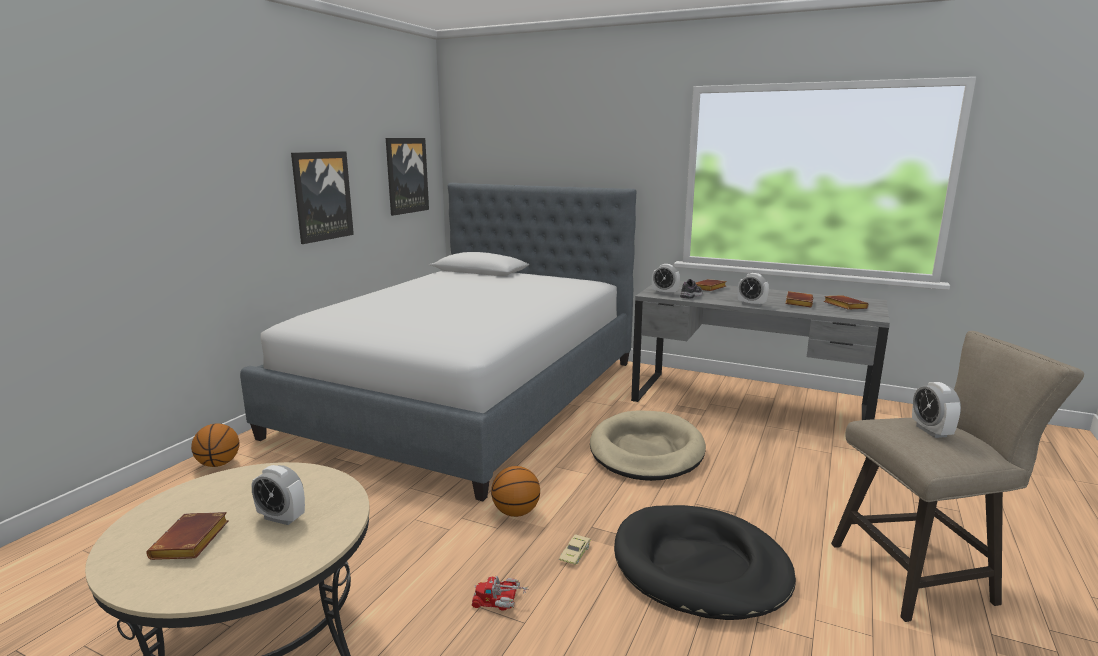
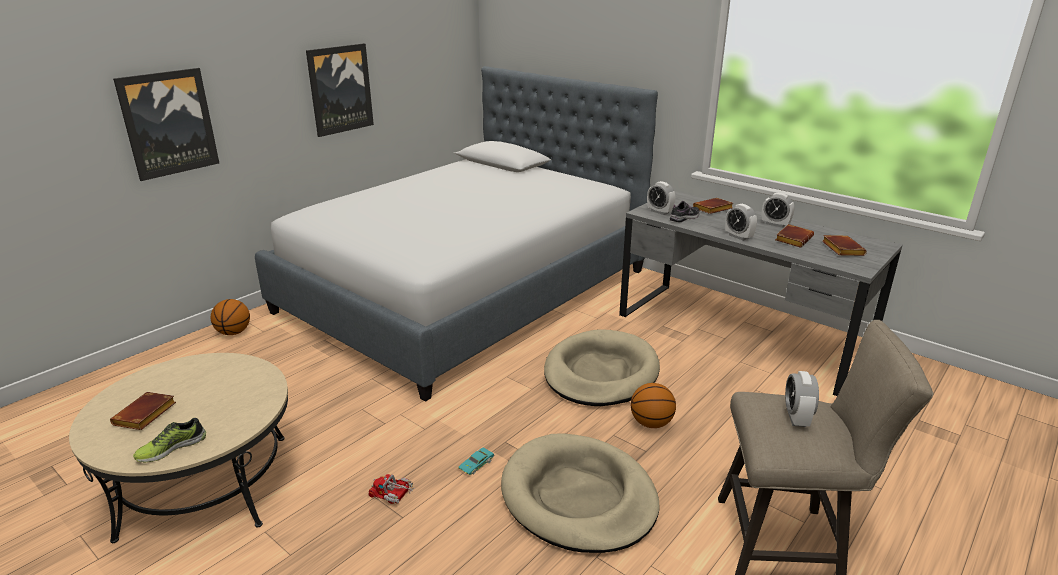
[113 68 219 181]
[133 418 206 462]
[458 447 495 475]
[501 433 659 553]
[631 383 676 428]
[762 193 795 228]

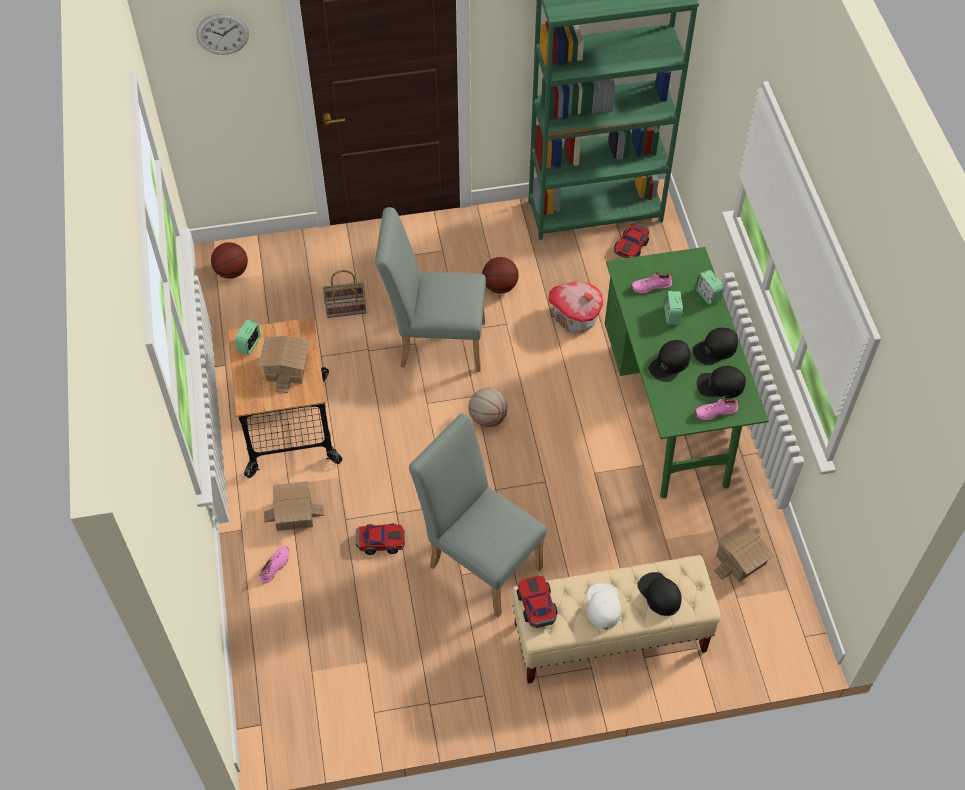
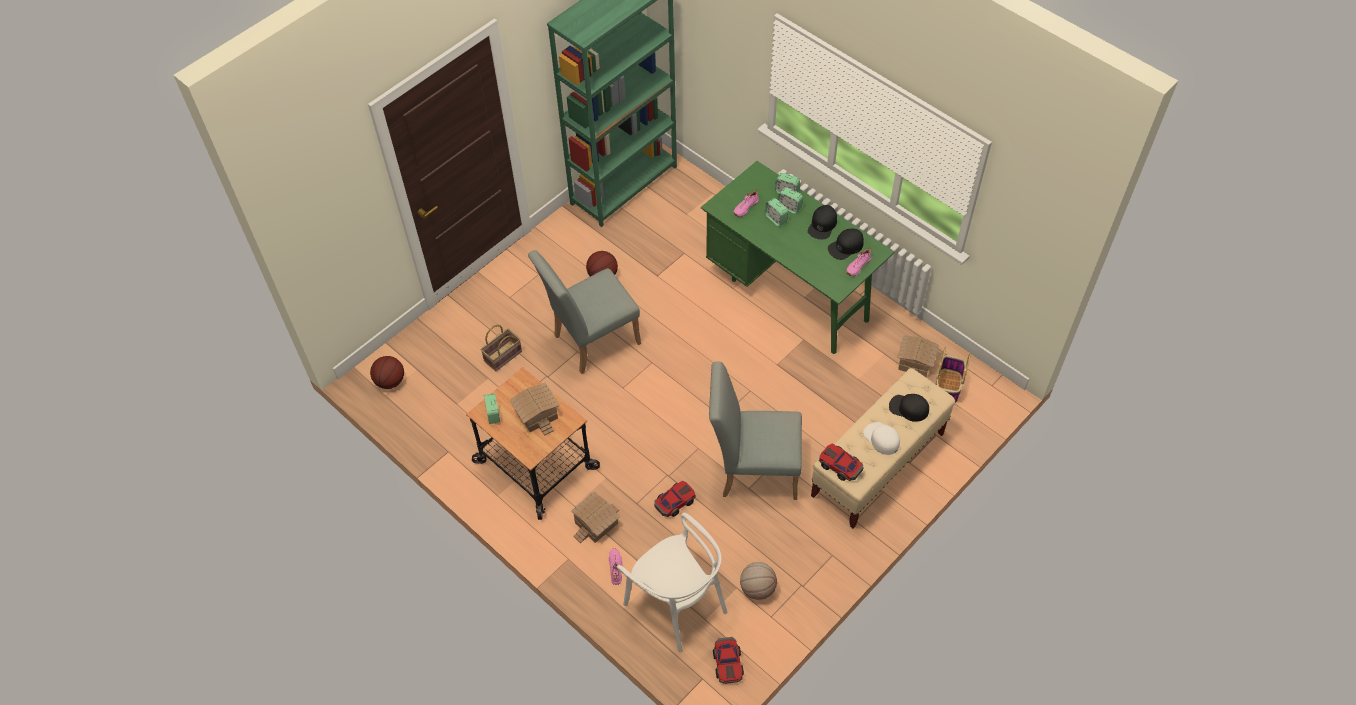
[617 513 727 653]
[713 637 744 684]
[740 562 777 600]
[778 187 803 214]
[936 346 971 403]
[196 13 249 55] (first image)
[548 281 603 333] (first image)
[649 340 690 382] (first image)

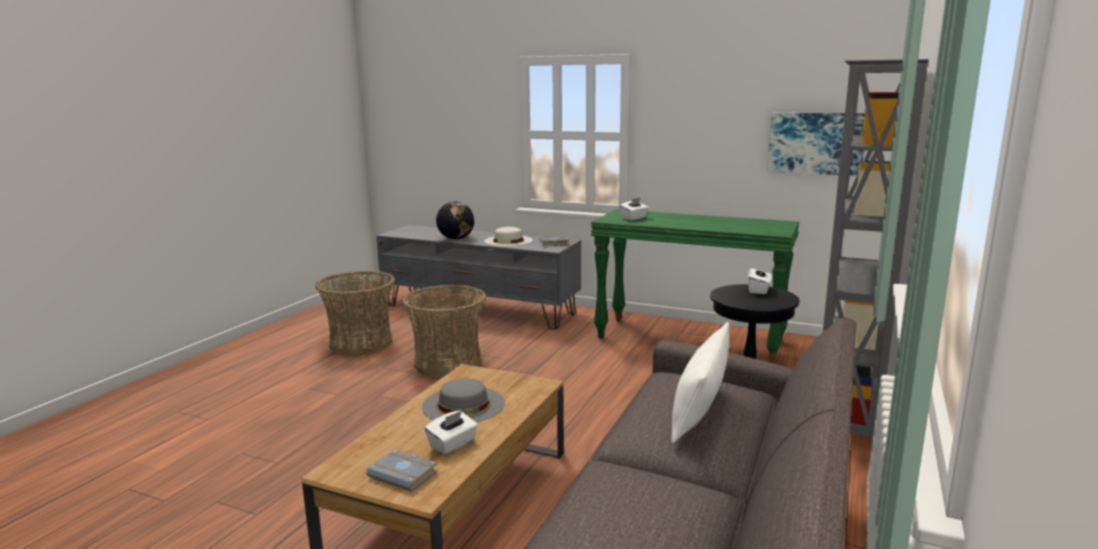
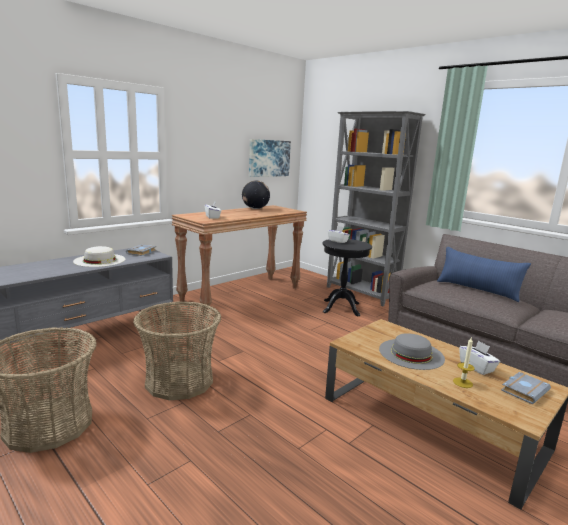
[172 205 307 314]
[242 180 270 209]
[437 247 531 302]
[453 338 475 388]

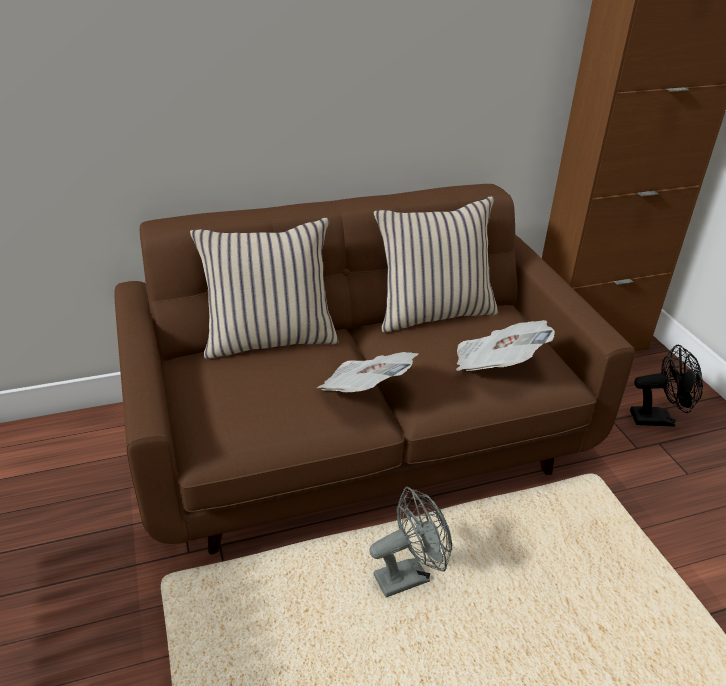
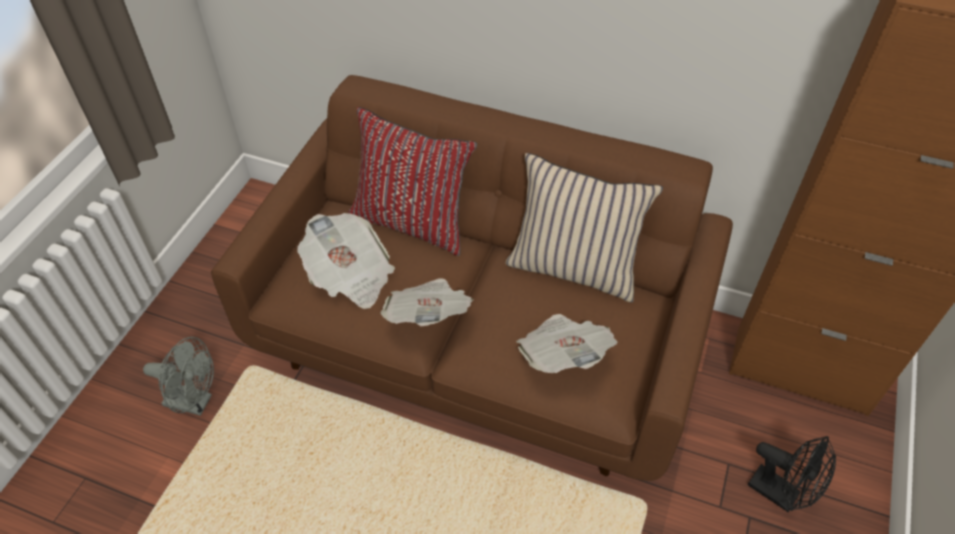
[143 337 214 416]
[297 213 395 309]
[348 107 477 256]

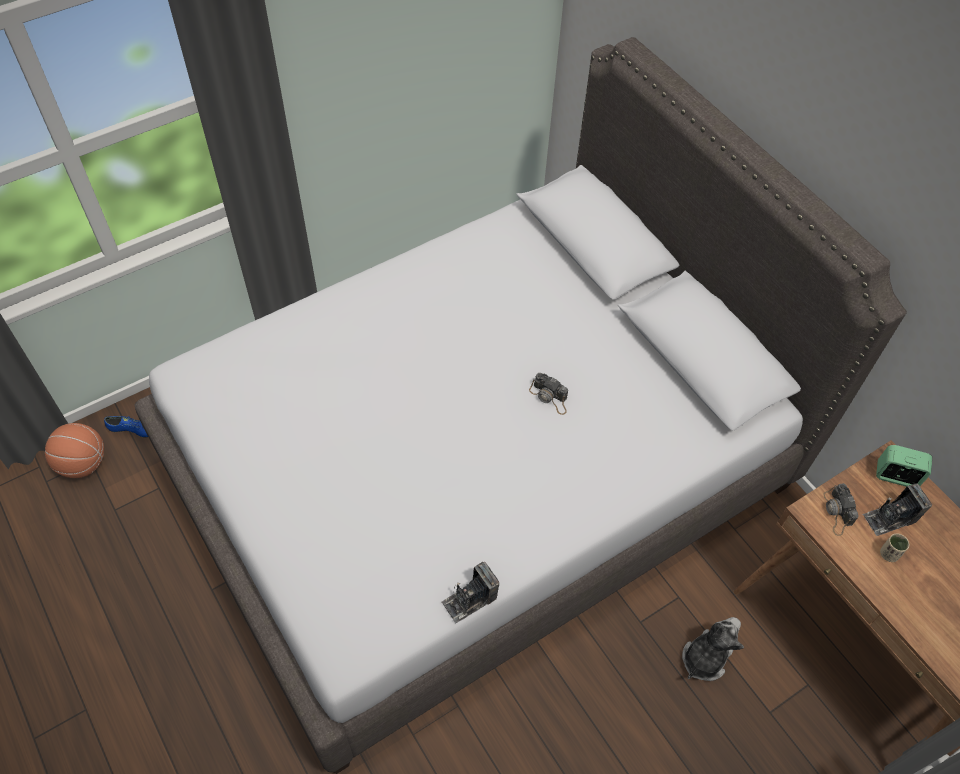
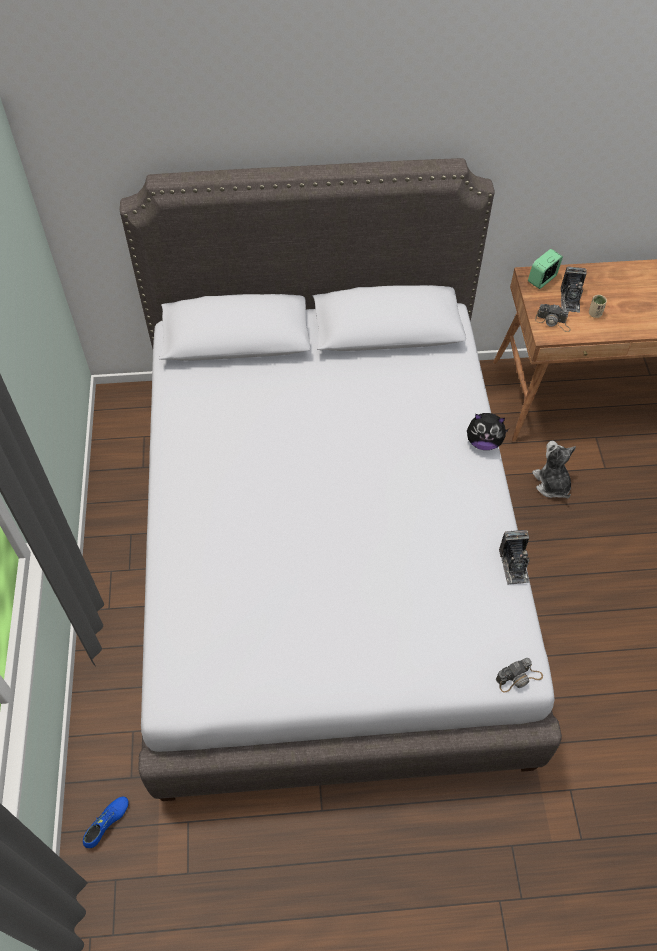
[467 413 509 450]
[496 658 543 692]
[45 423 104 478] (first image)

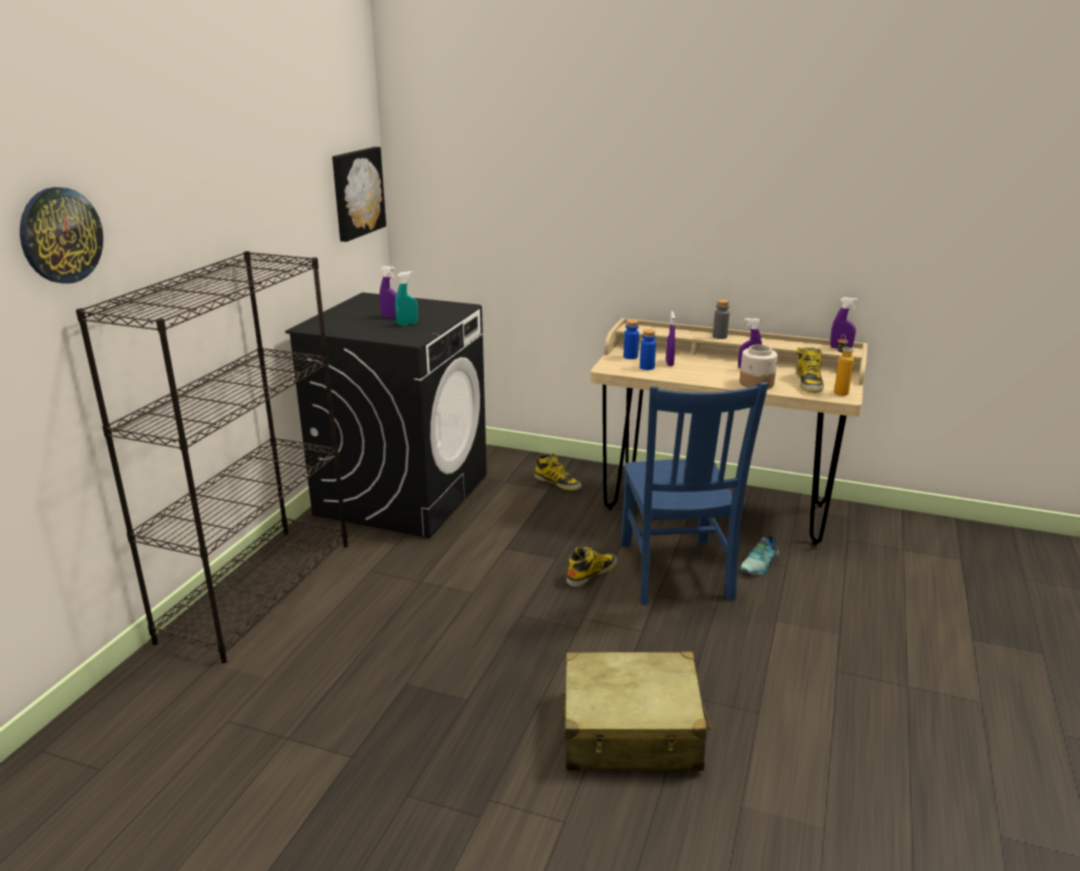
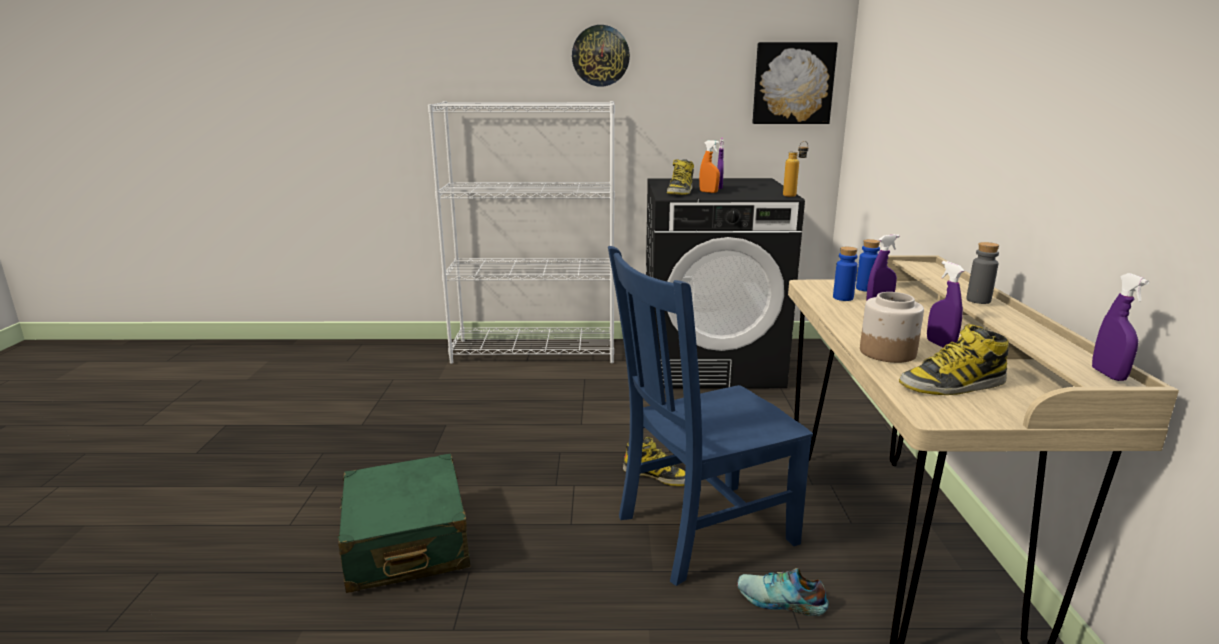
[337 454 470 593]
[428 101 615 364]
[572 25 630 86]
[667 159 694 195]
[699 140 720 193]
[783 141 808 197]

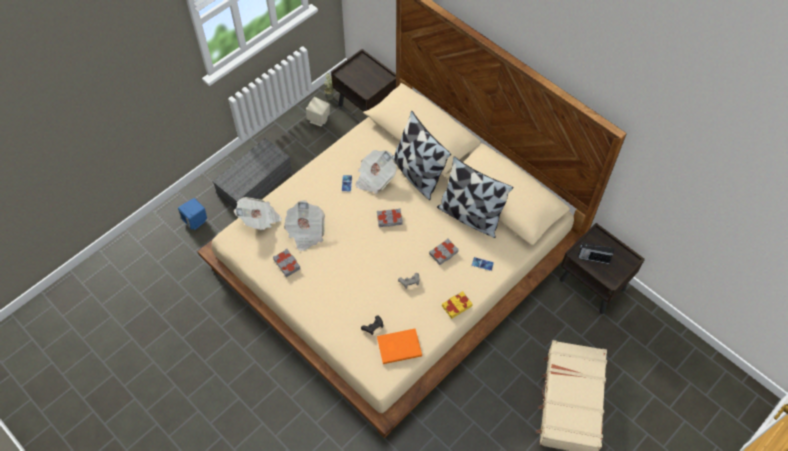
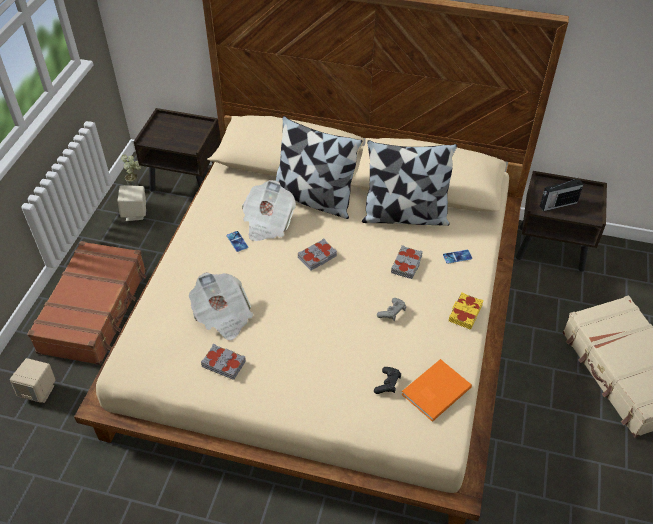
[10 358 55 403]
[27 241 146 365]
[234 197 282 230] (first image)

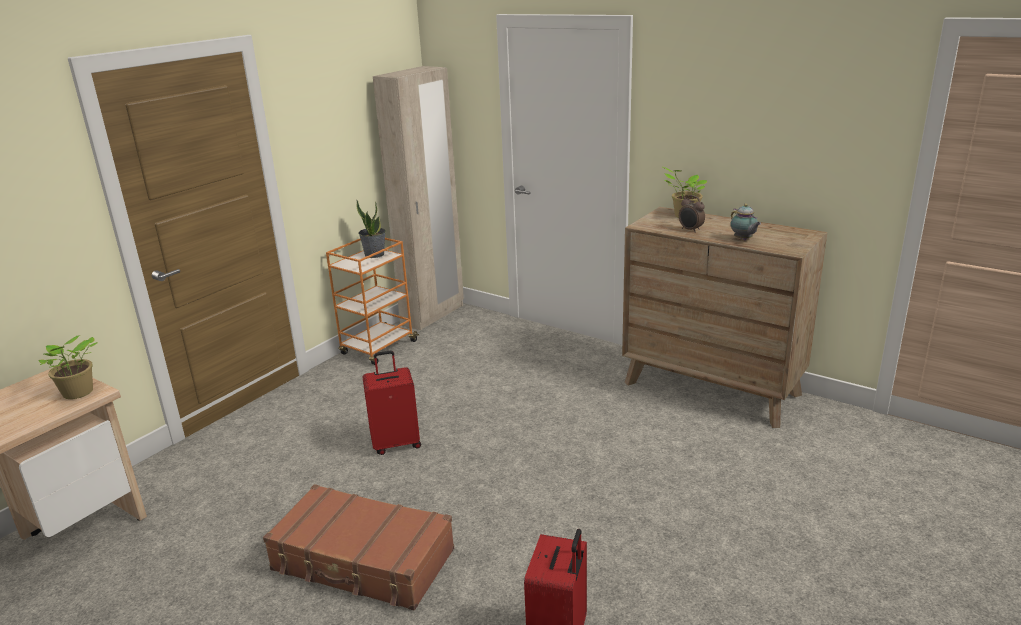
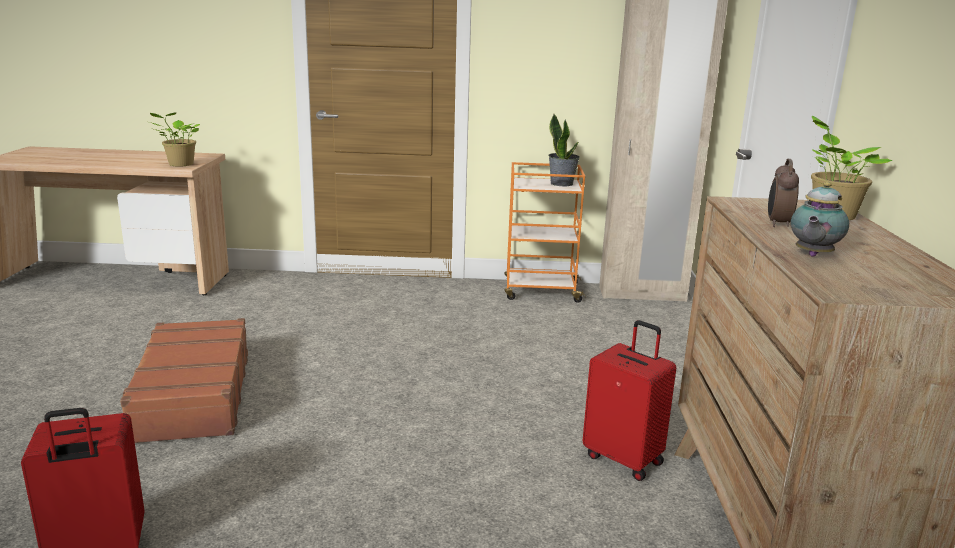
[583 320 676 481]

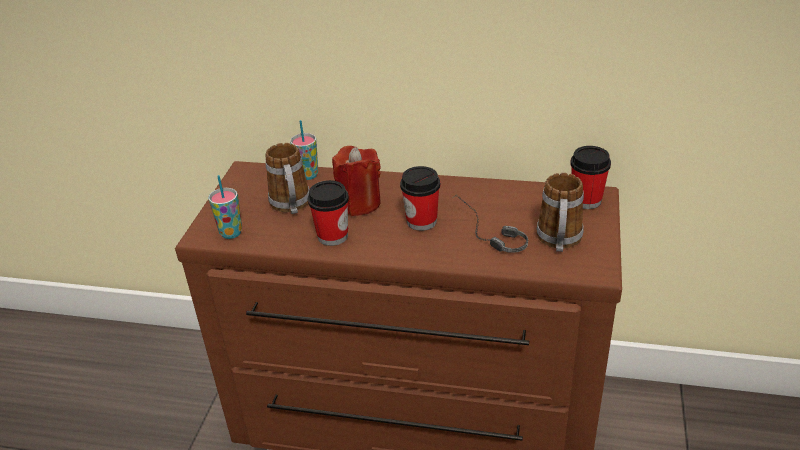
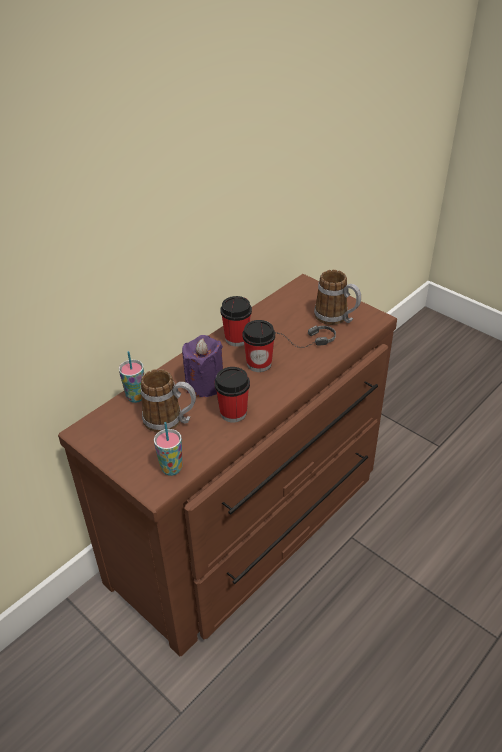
[182 335 223 397]
[220 296 252 347]

